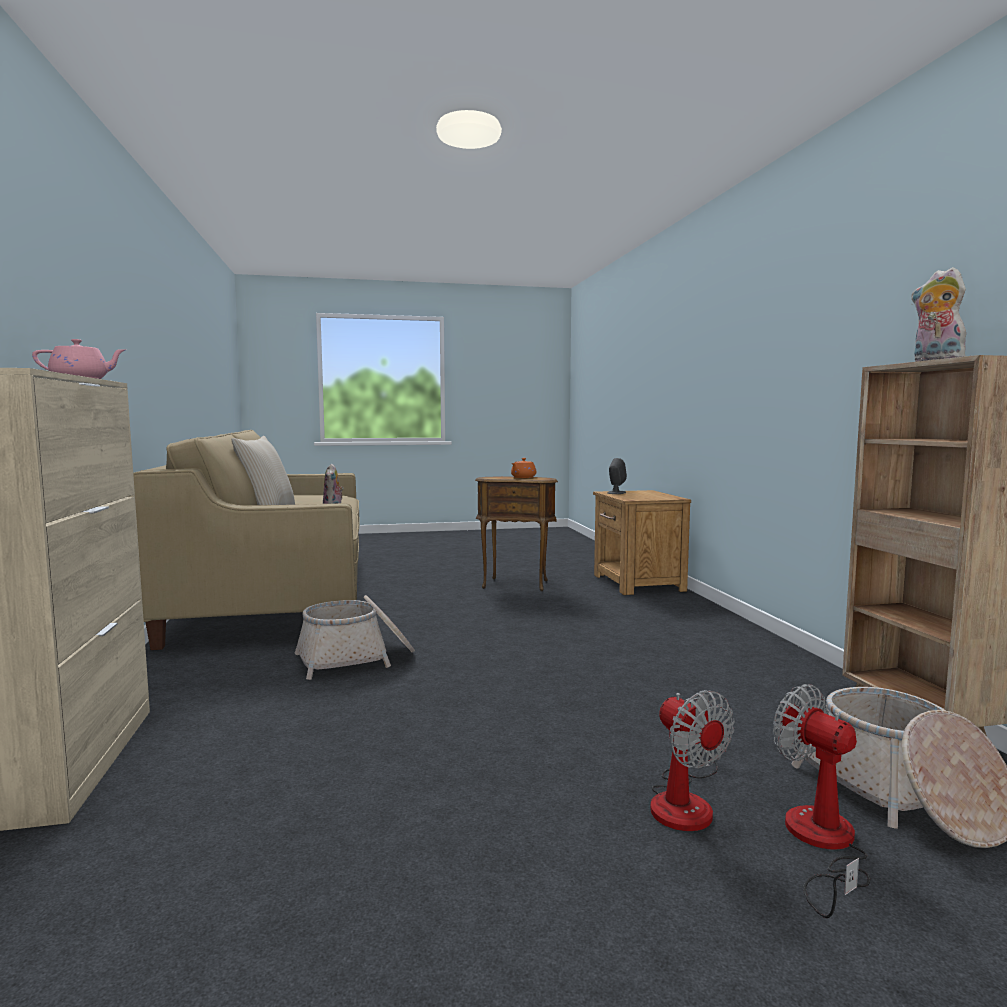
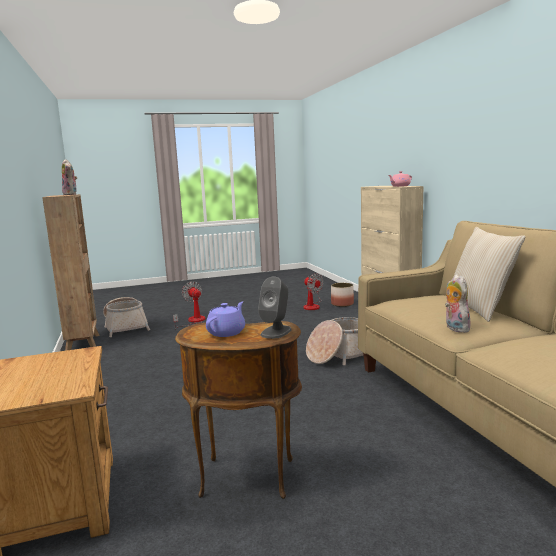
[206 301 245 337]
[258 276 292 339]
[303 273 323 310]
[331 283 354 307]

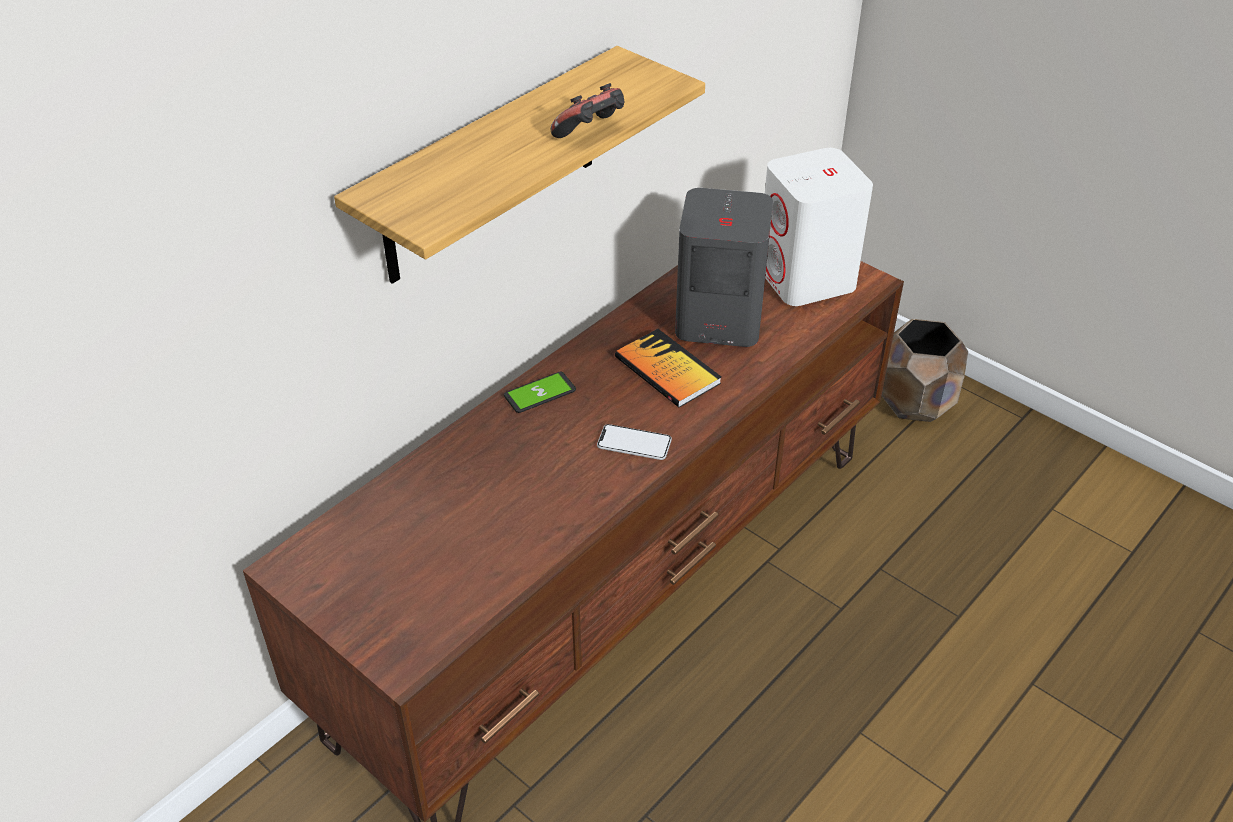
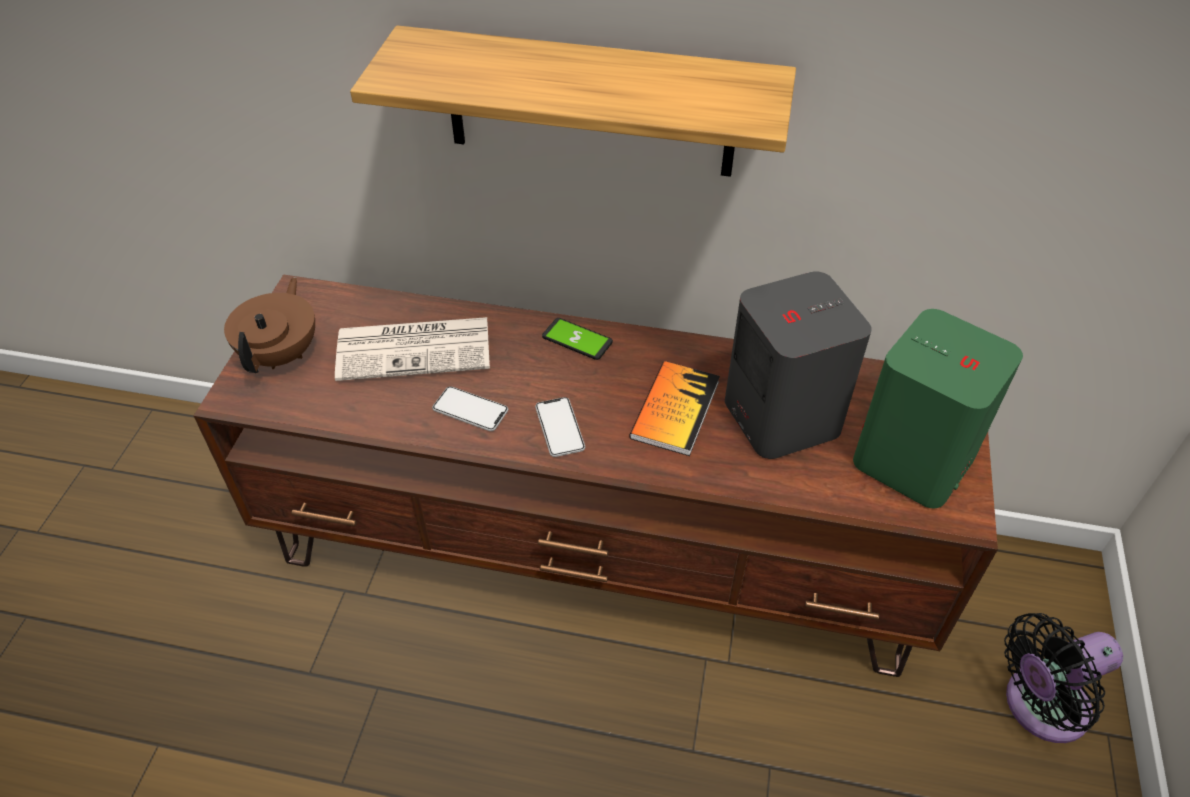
[224 277 315 373]
[335 317 490 381]
[432 386 508 431]
[853 309 1023 509]
[1004 613 1123 743]
[551 83 624 138] (first image)

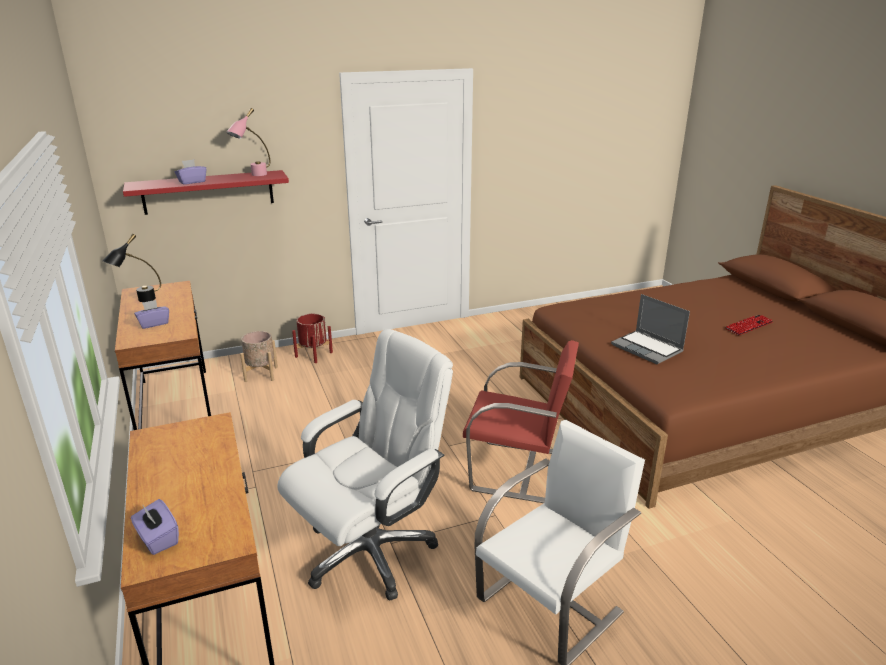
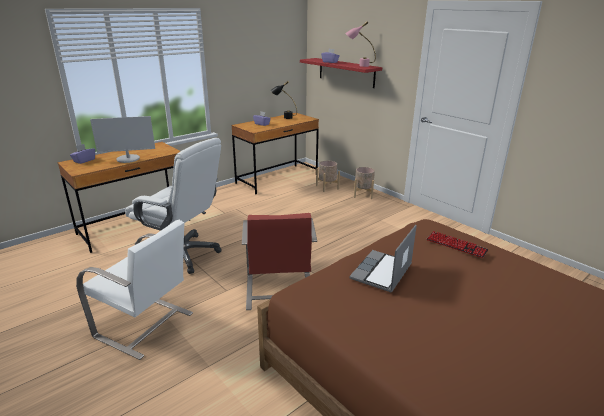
[90 116 155 163]
[354 167 375 199]
[426 231 489 258]

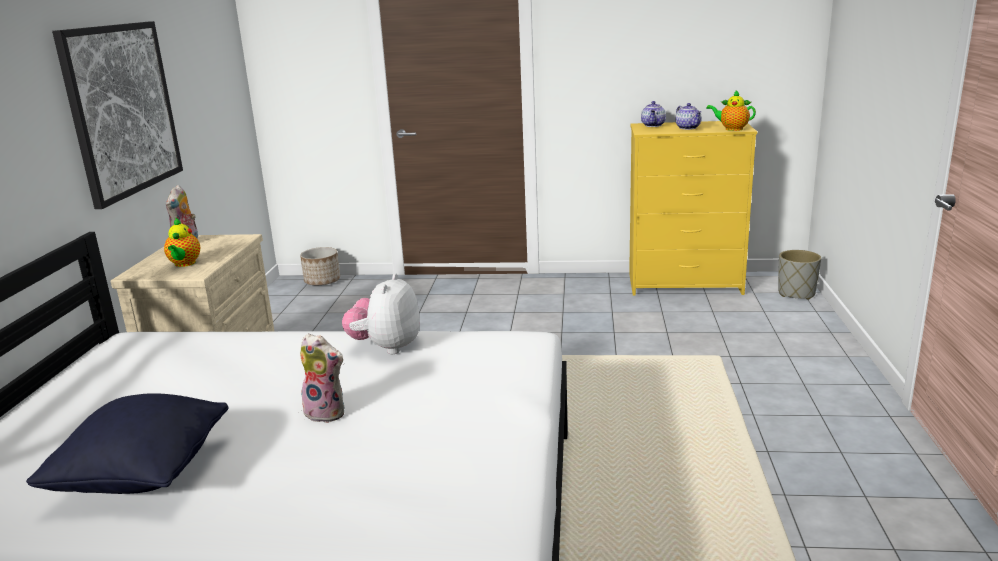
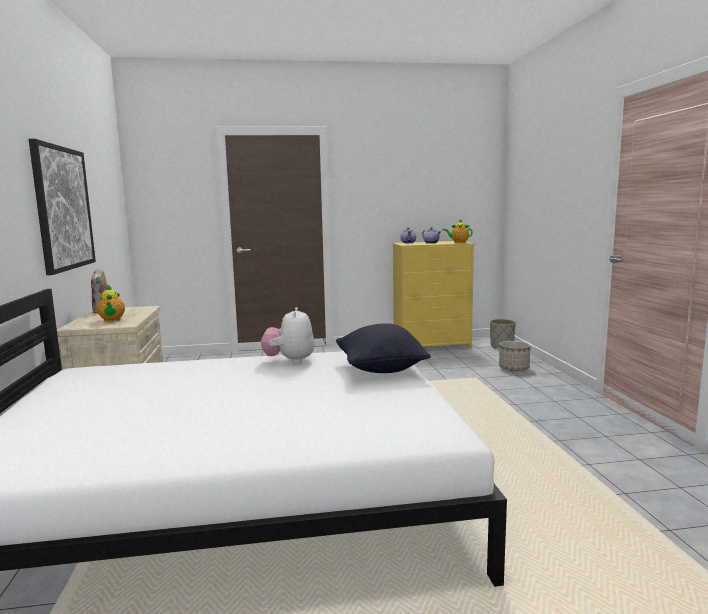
[336 323 431 373]
[499 341 531 371]
[300 333 344 423] (first image)

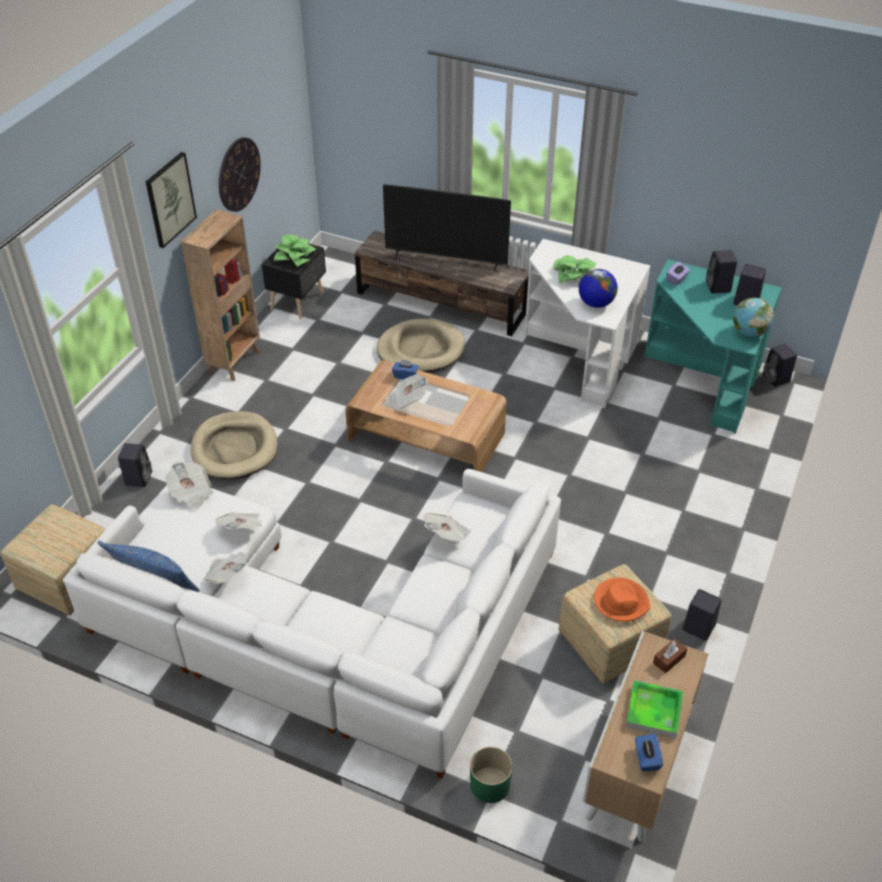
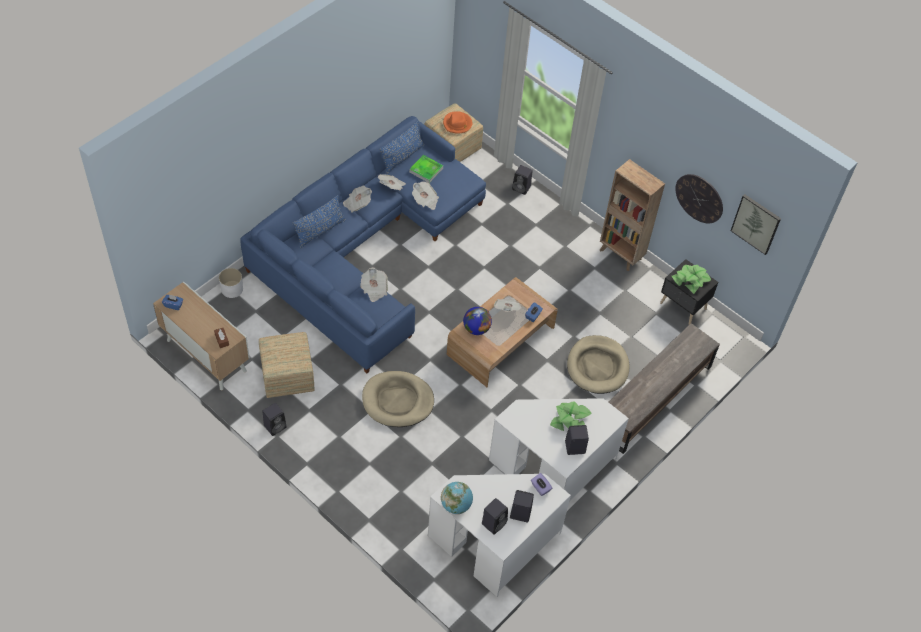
[219 268 243 298]
[240 116 486 374]
[293 195 346 248]
[343 185 372 212]
[362 371 434 427]
[409 155 443 183]
[428 474 571 597]
[443 111 472 134]
[463 307 492 335]
[565 425 589 455]
[731 194 781 255]
[383 184 511 272] (first image)

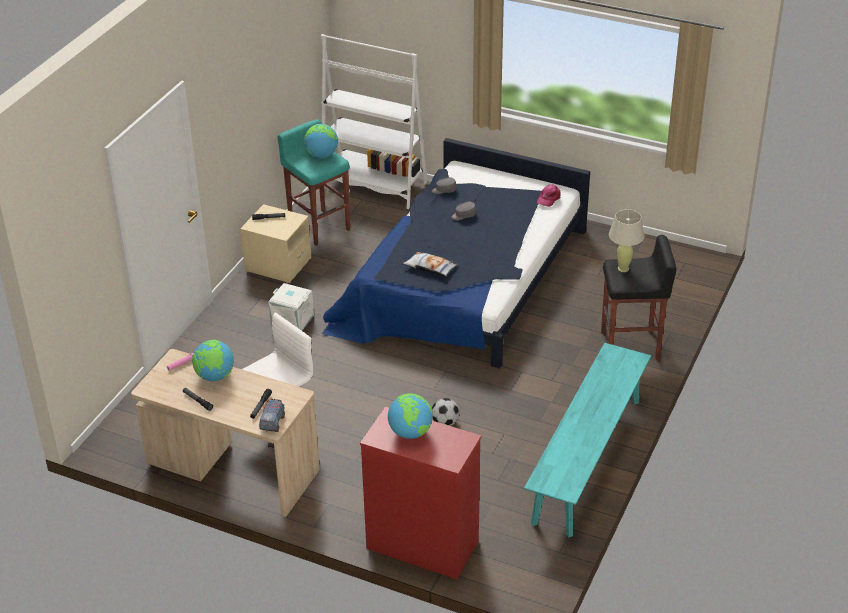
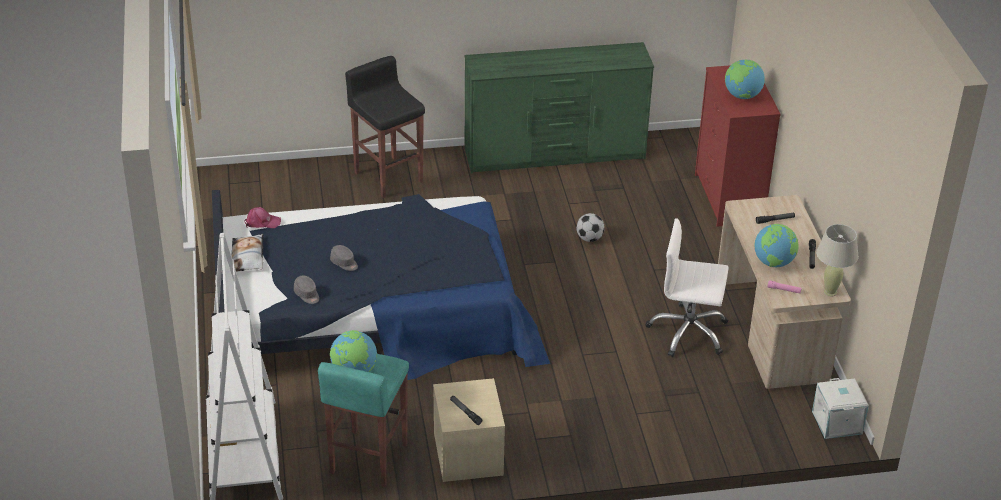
[231 234 263 272]
[465 42 654 173]
[812 378 869 439]
[816 224 859 297]
[259 398 285 432] (first image)

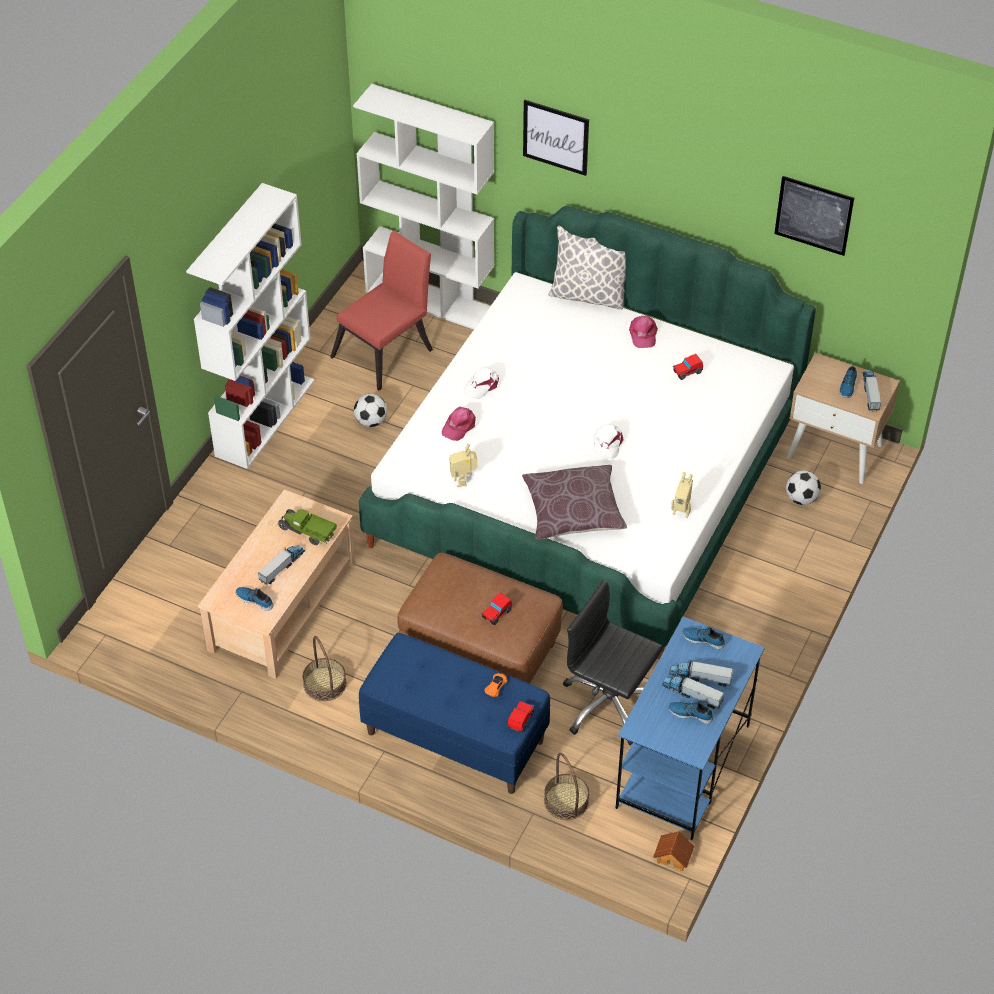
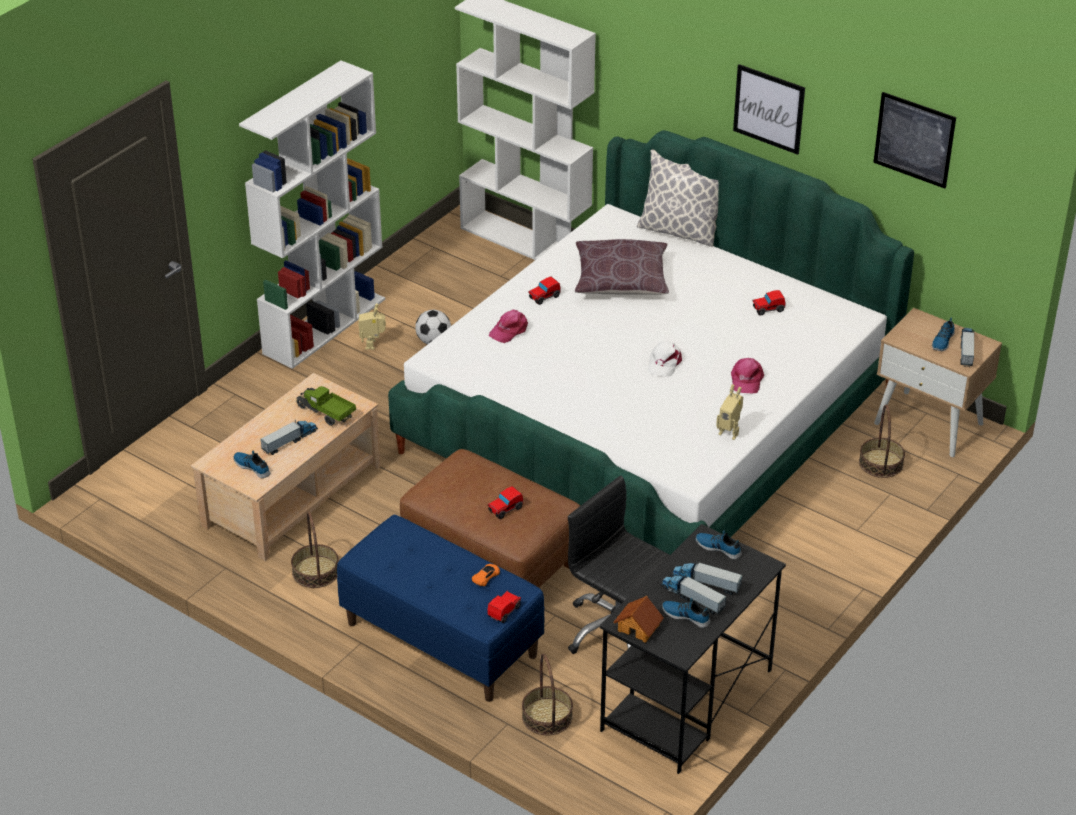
[358 304 386 350]
[528 276 561 305]
[575 239 669 295]
[600 524 786 774]
[614 596 664 643]
[731 358 764 394]
[733 64 805 155]
[859 405 905 478]
[330 230 433 391] (first image)

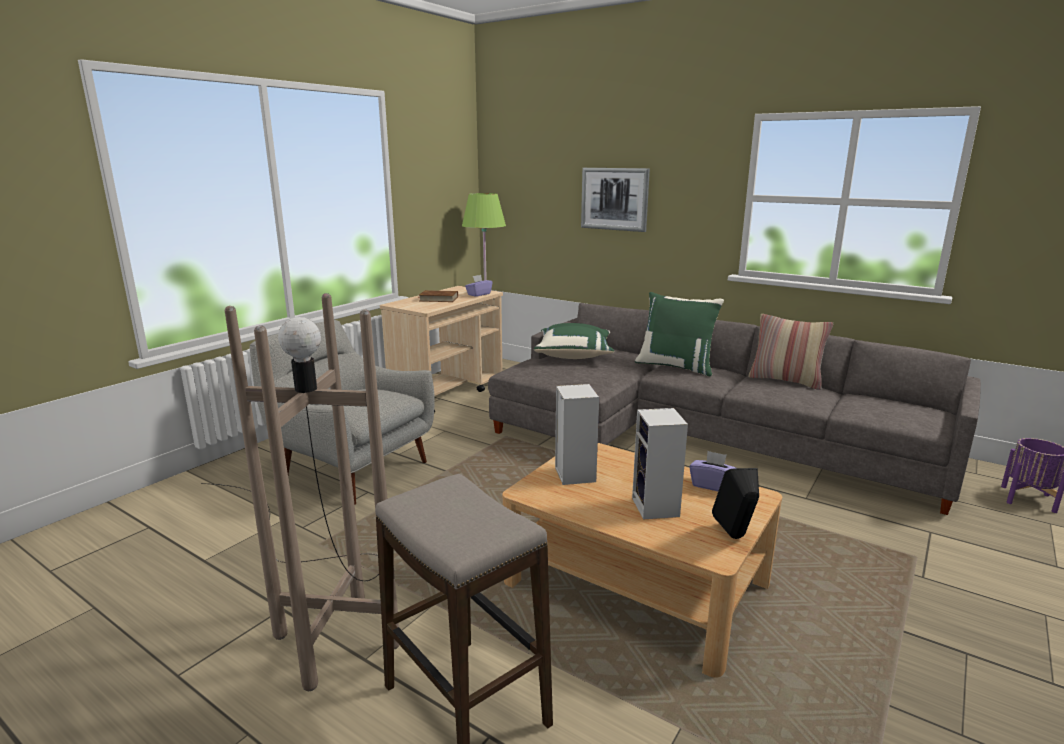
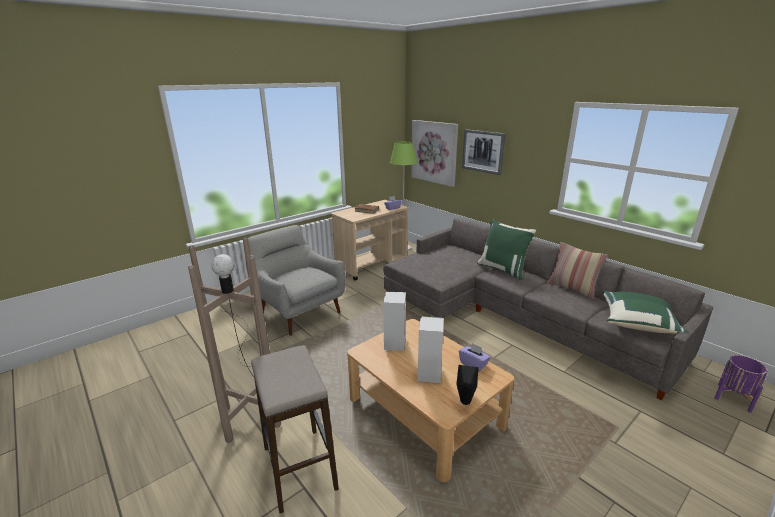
[411 120 458 187]
[602 291 689 334]

